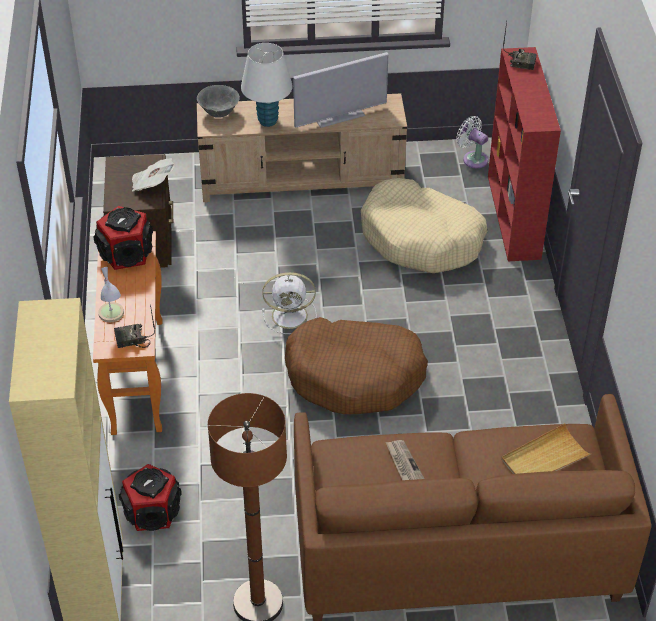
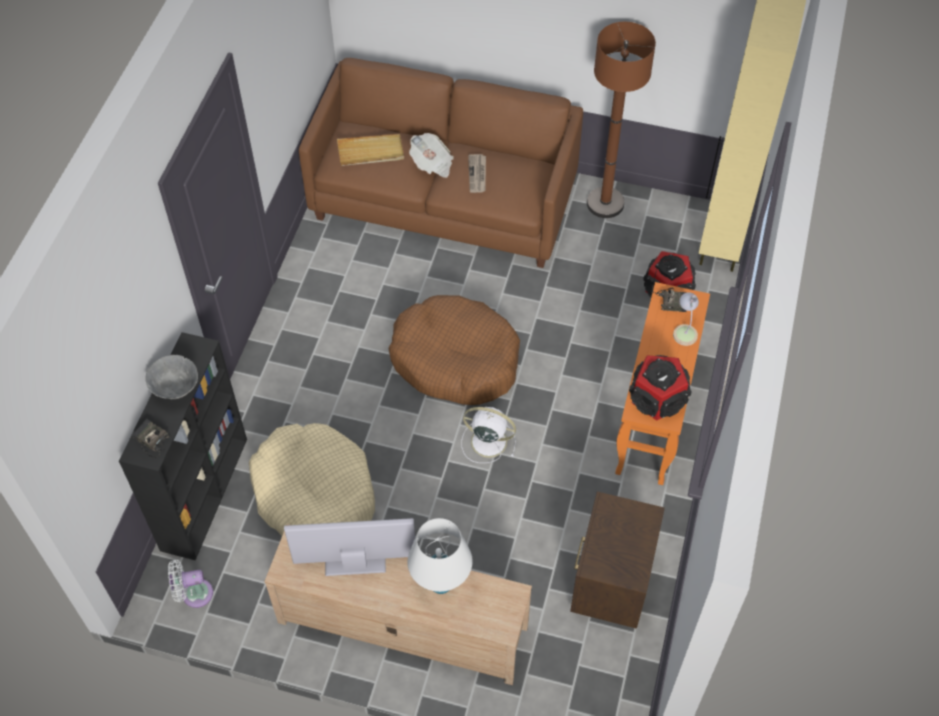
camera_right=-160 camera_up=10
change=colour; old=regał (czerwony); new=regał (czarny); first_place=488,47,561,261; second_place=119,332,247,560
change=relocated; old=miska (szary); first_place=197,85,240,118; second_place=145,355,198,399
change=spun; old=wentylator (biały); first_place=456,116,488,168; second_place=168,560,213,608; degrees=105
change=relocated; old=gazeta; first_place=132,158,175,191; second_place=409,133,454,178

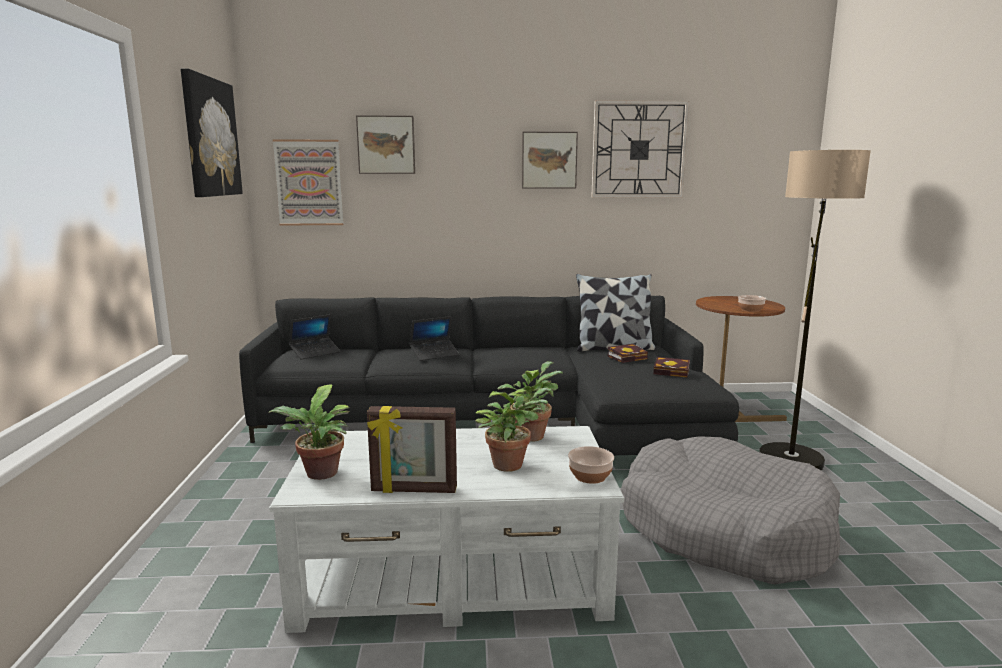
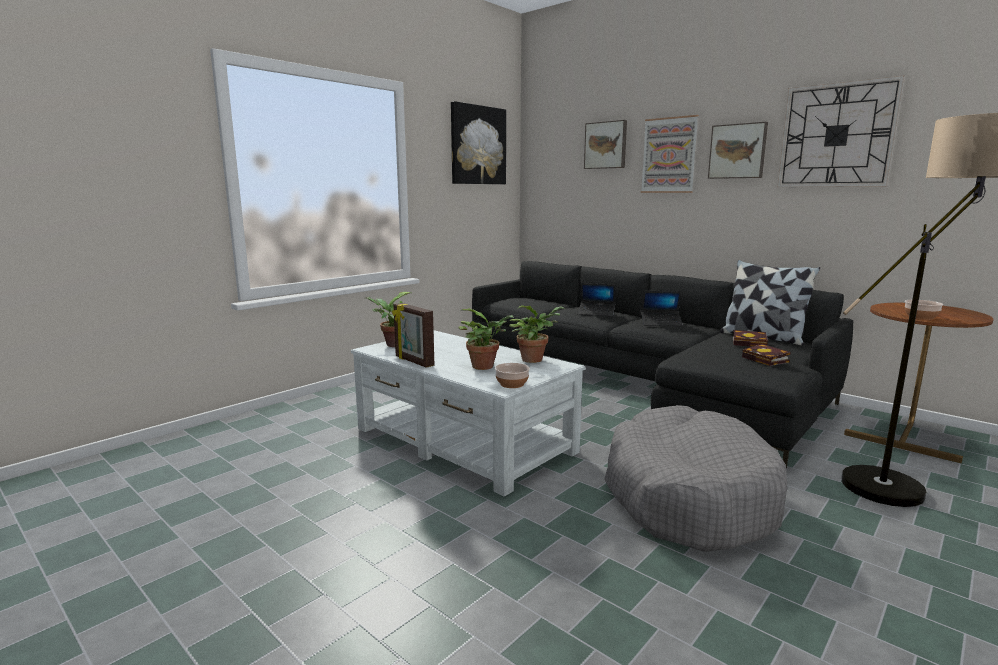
camera_right=45 camera_up=0
change=relocated; old=obraz; first_place=273,140,343,225; second_place=641,115,699,193
change=relocated; old=laptop; first_place=289,314,340,359; second_place=641,291,683,326

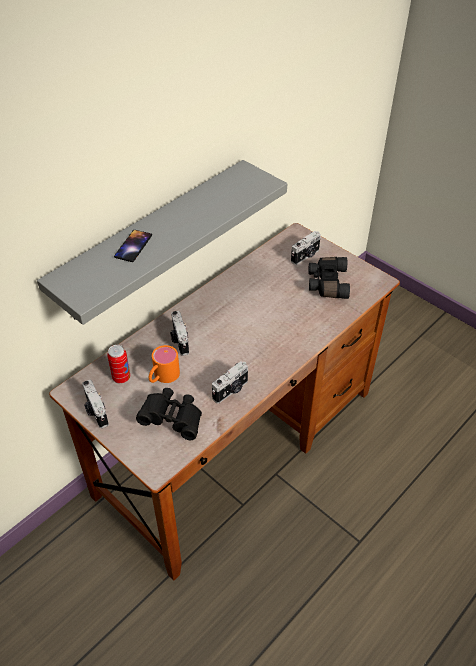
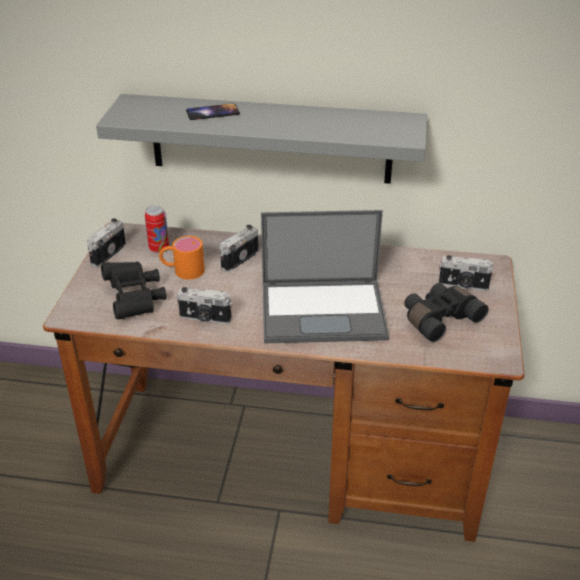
camera_right=55 camera_up=-10
change=appeared; new=laptop; second_place=261,210,389,343

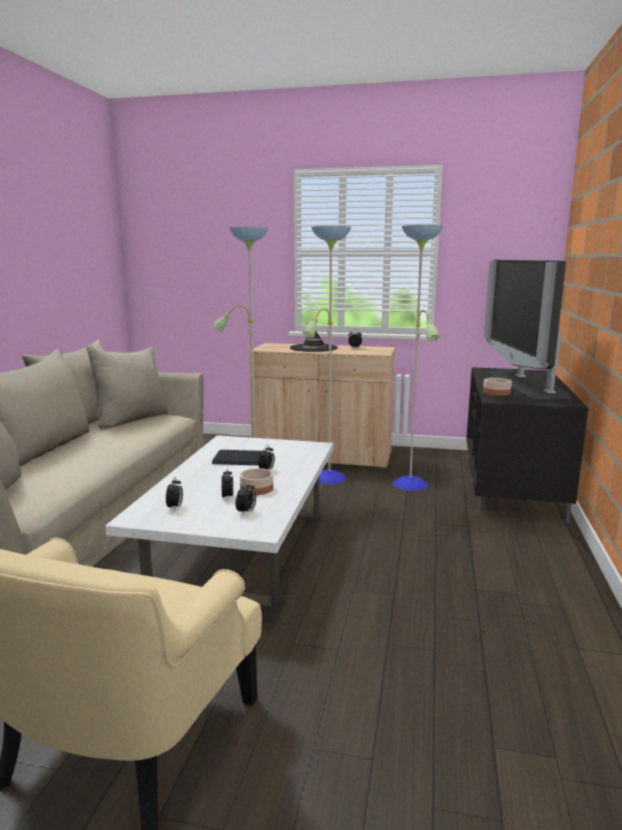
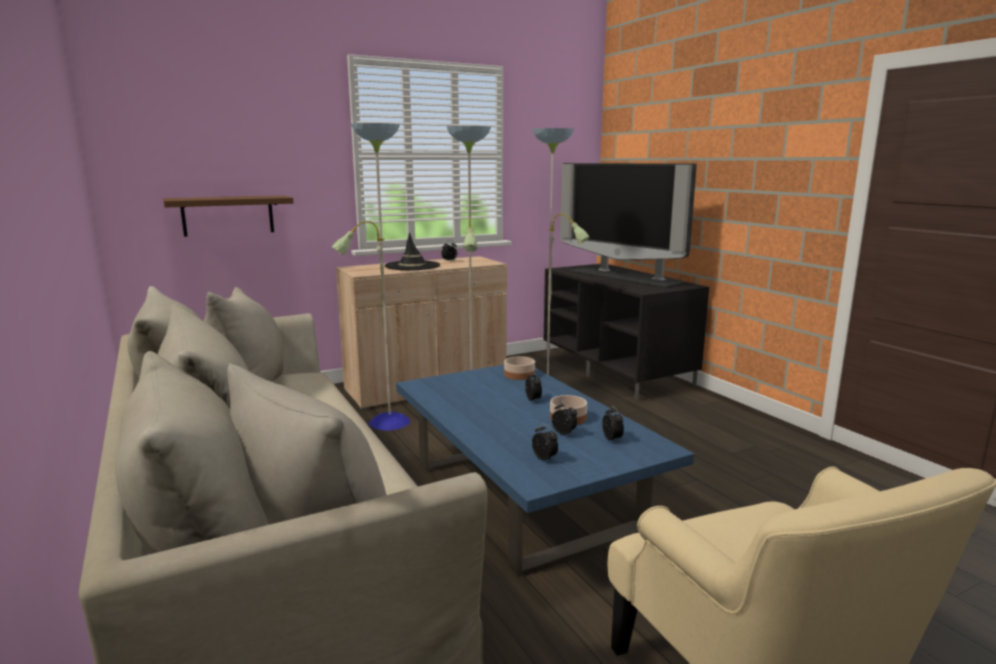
camera_right=-40 camera_up=0
change=appeared; new=półka (brązowy); second_place=163,195,294,237
change=colour; old=ława (biały); new=ława (niebieski); first_place=105,435,333,610; second_place=396,365,694,577
change=relocated; old=miska; first_place=483,378,512,396; second_place=504,356,535,380
change=missing; old=laptop; first_place=212,450,261,465

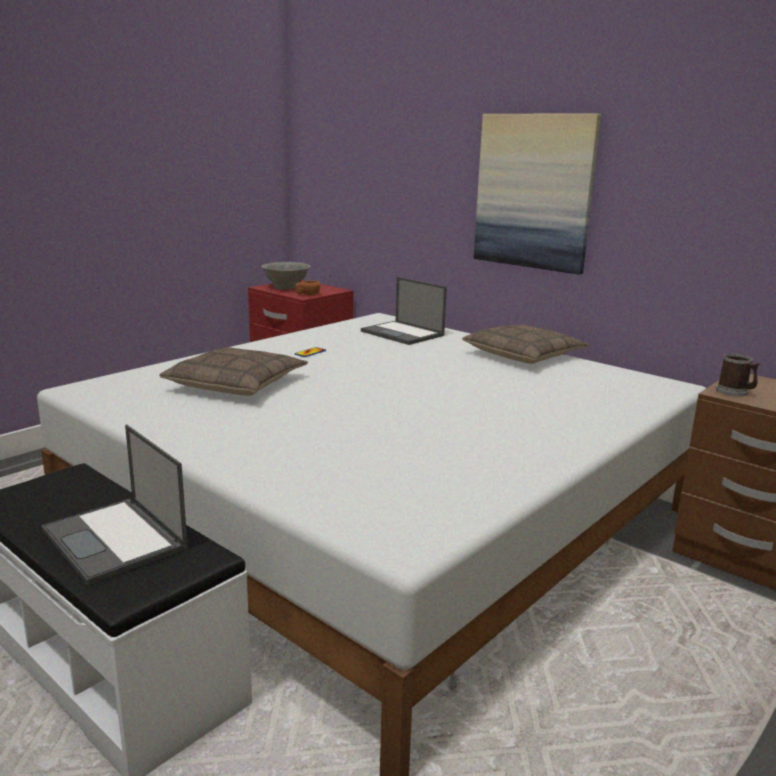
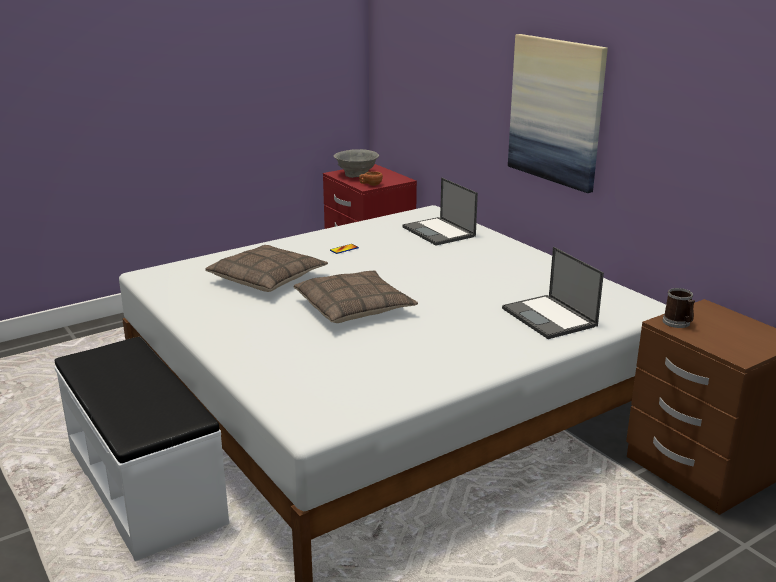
camera_right=15 camera_up=5
change=relocated; old=poduszka; first_place=462,324,590,364; second_place=294,270,418,323
change=relocated; old=laptop; first_place=41,424,188,586; second_place=502,247,604,339

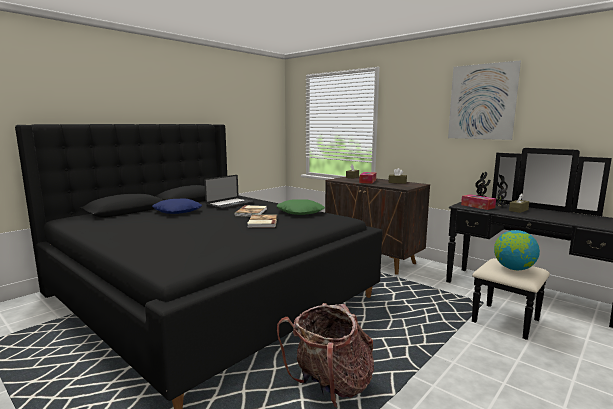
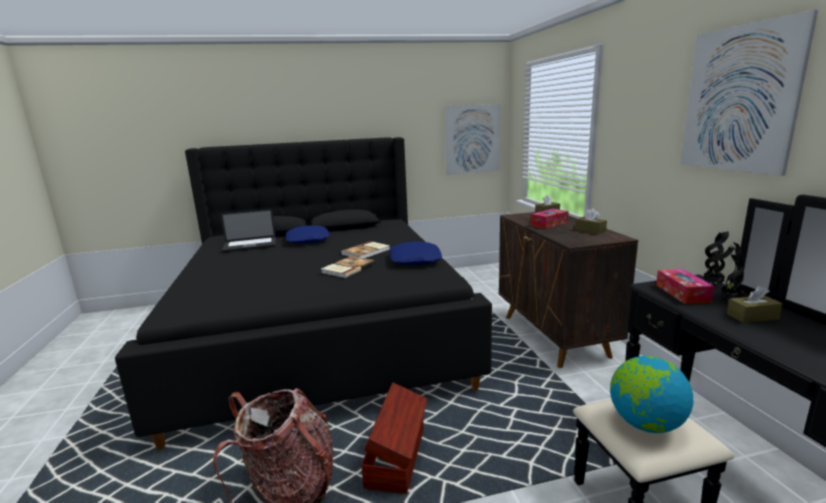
camera_right=35 camera_up=5
change=relocated; old=laptop; first_place=204,175,254,210; second_place=221,209,276,252
change=appeared; new=pojemnik do przechowywania (brązowy); second_place=361,383,428,494
change=colour; old=poduszka (zielony); new=poduszka (niebieski); first_place=277,199,325,215; second_place=390,242,442,265
change=appeared; new=obraz; second_place=445,104,500,175

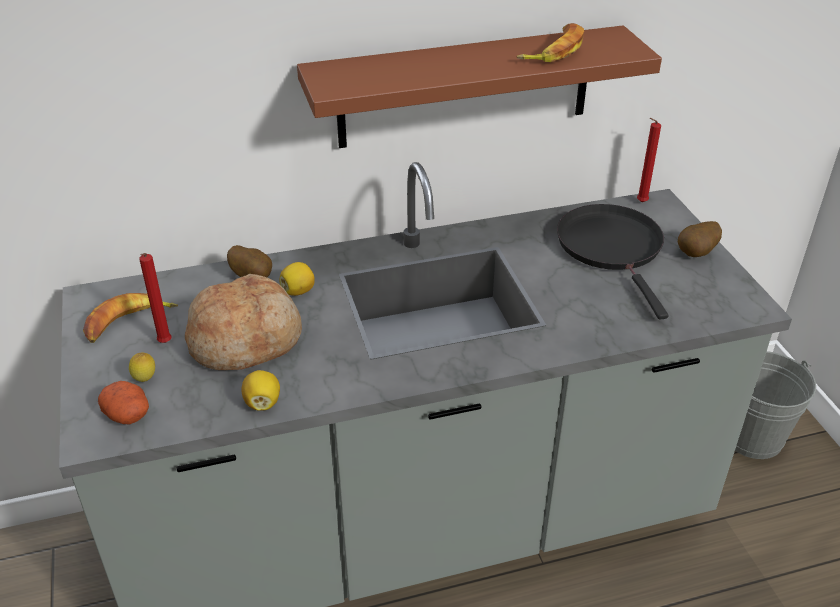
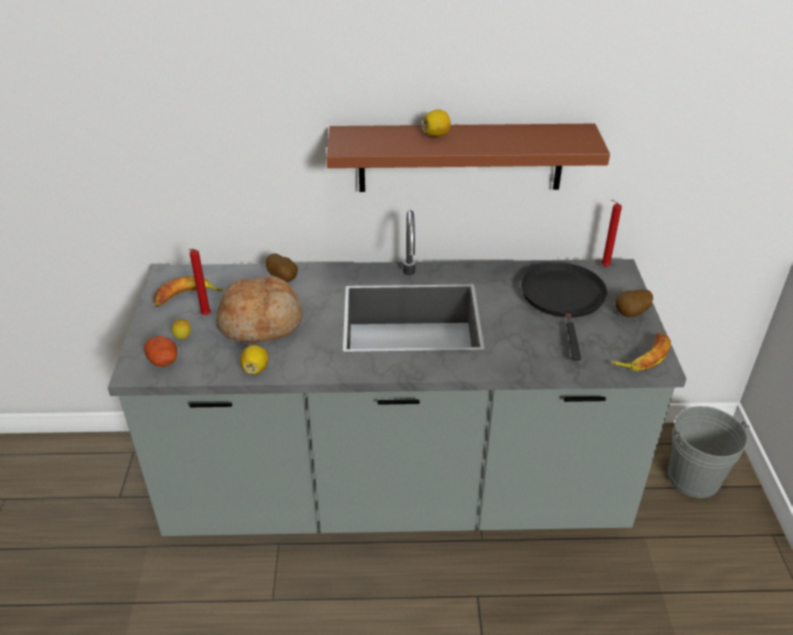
camera_right=15 camera_up=0
change=relocated; old=cytryna; first_place=279,262,315,296; second_place=423,109,451,137
change=relocated; old=banan; first_place=516,23,584,62; second_place=610,333,671,371

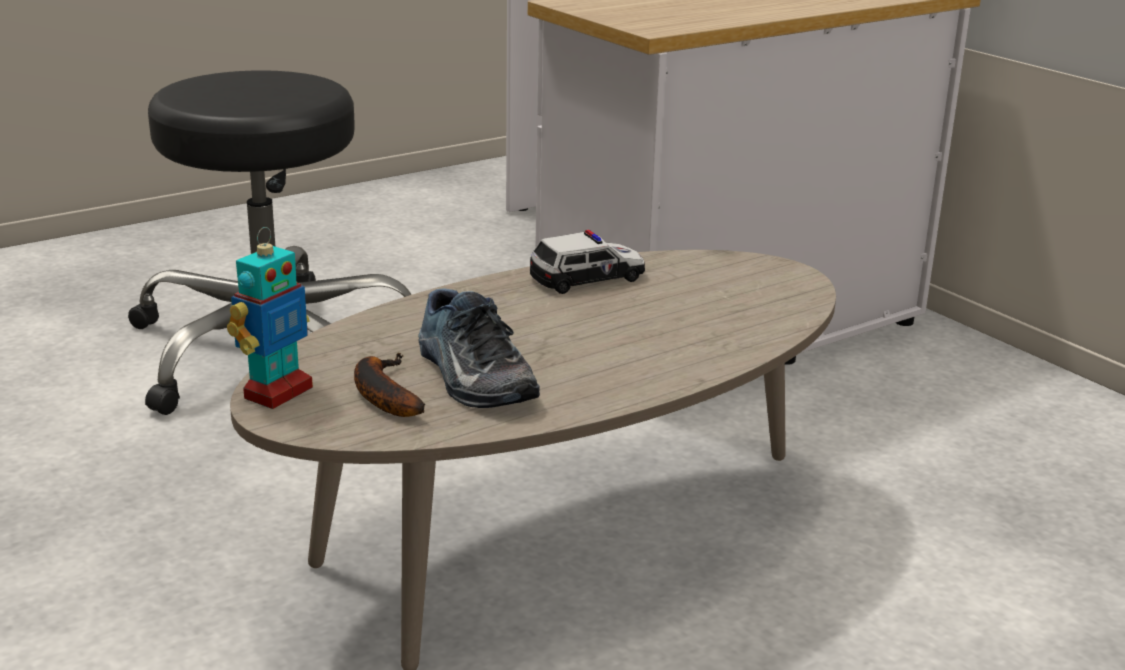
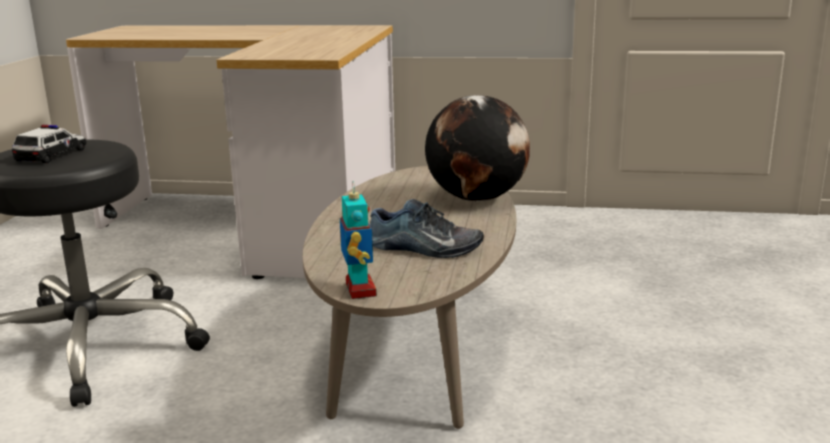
camera_right=-45 camera_up=-5
change=relocated; old=samochodzik; first_place=530,230,645,294; second_place=12,125,87,163
change=appeared; new=globus; second_place=425,95,530,202
change=missing; old=banan; first_place=354,353,425,417

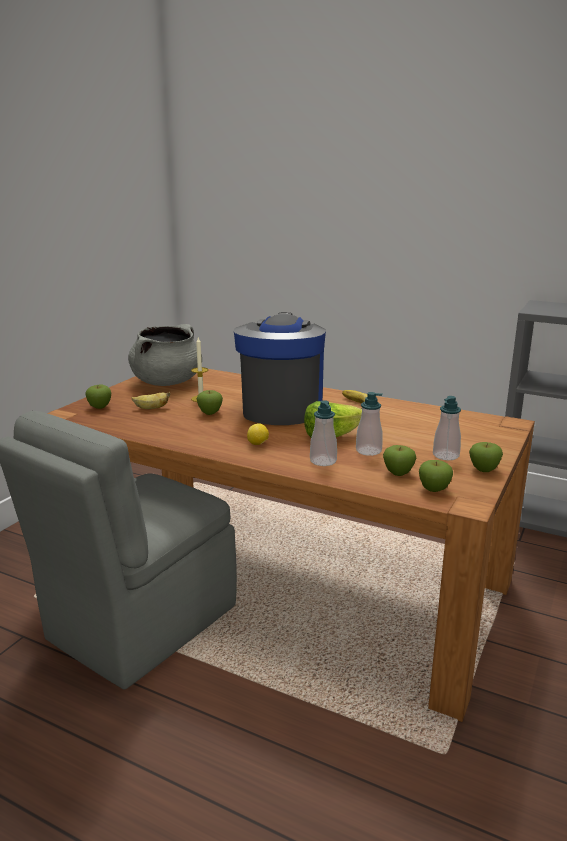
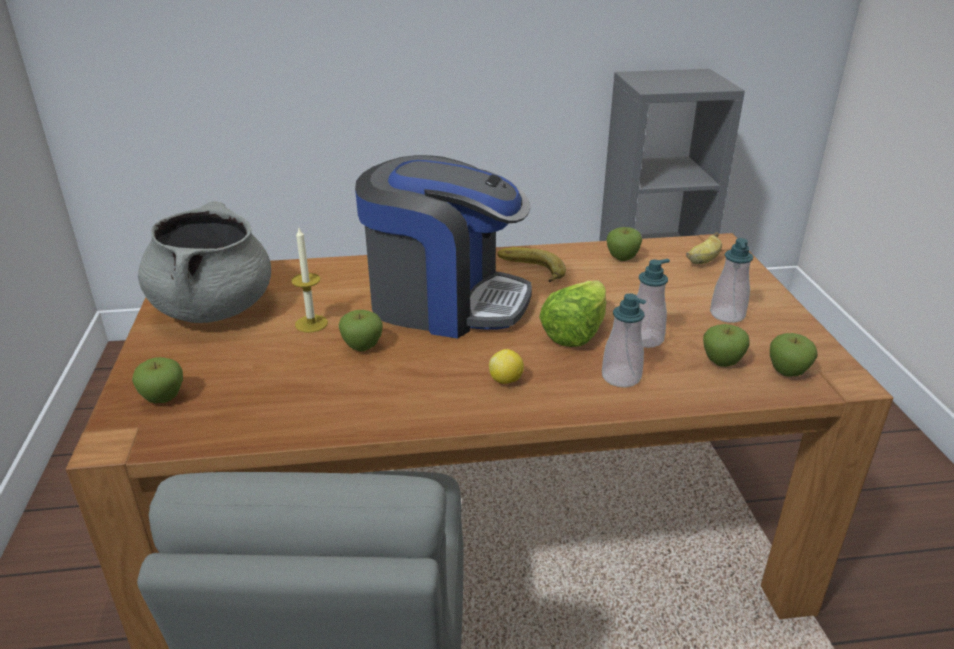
camera_right=-35 camera_up=10
change=spun; old=ekspres do kawy; first_place=234,312,326,425; second_place=355,155,532,339; degrees=135
change=relocated; old=jabłko; first_place=469,442,503,472; second_place=607,227,642,261
change=relocated; old=banan; first_place=132,392,170,409; second_place=686,232,722,264

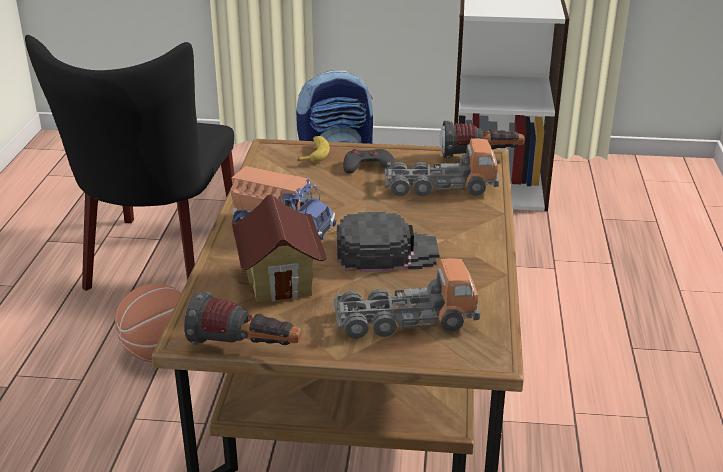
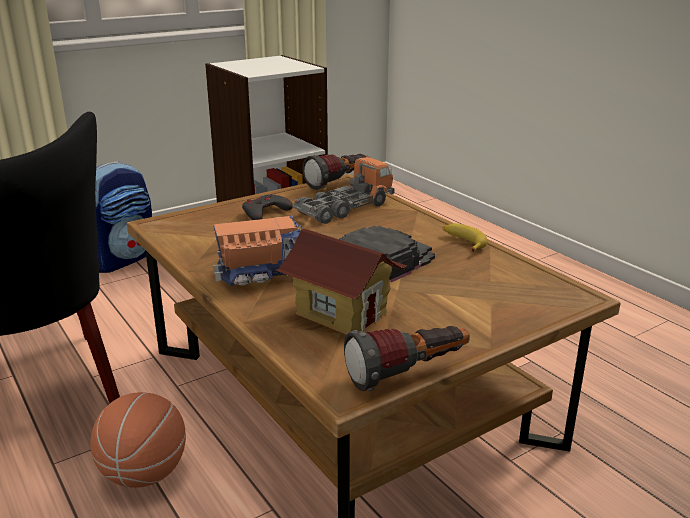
camera_right=-40 camera_up=-5
change=relocated; old=banan; first_place=298,136,330,162; second_place=443,223,487,252
change=missing; old=ciężarówka zabawkowa; first_place=334,258,480,339

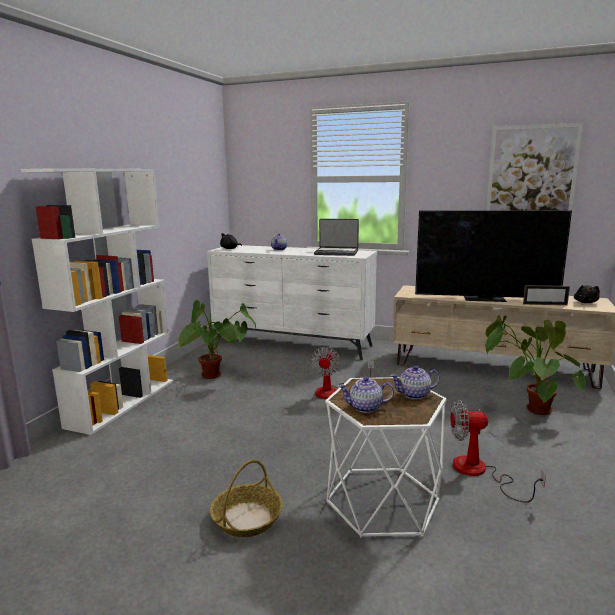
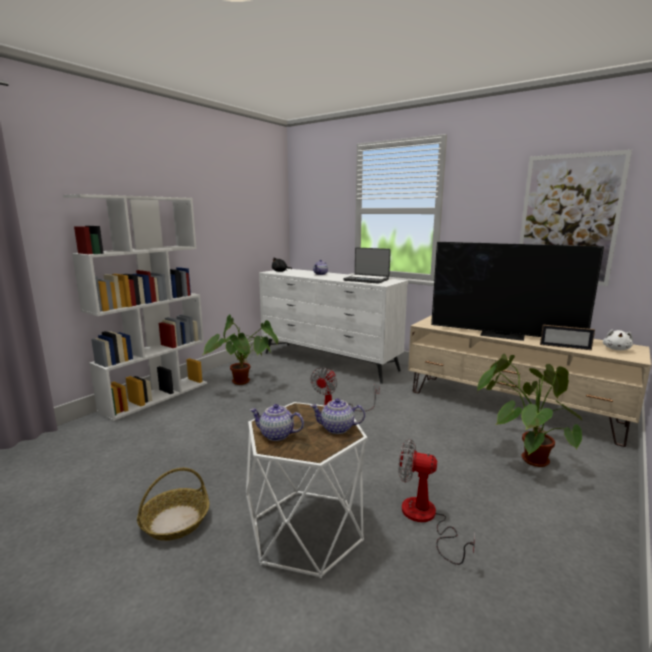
camera_right=15 camera_up=0
change=colour; old=pluszak (czarny); new=pluszak (biały); first_place=574,285,600,303; second_place=603,329,633,350

